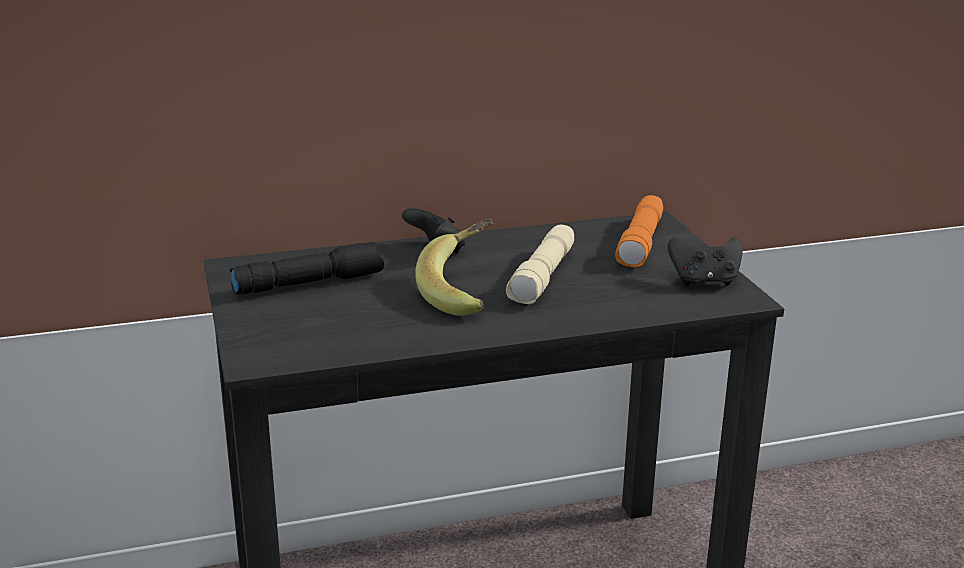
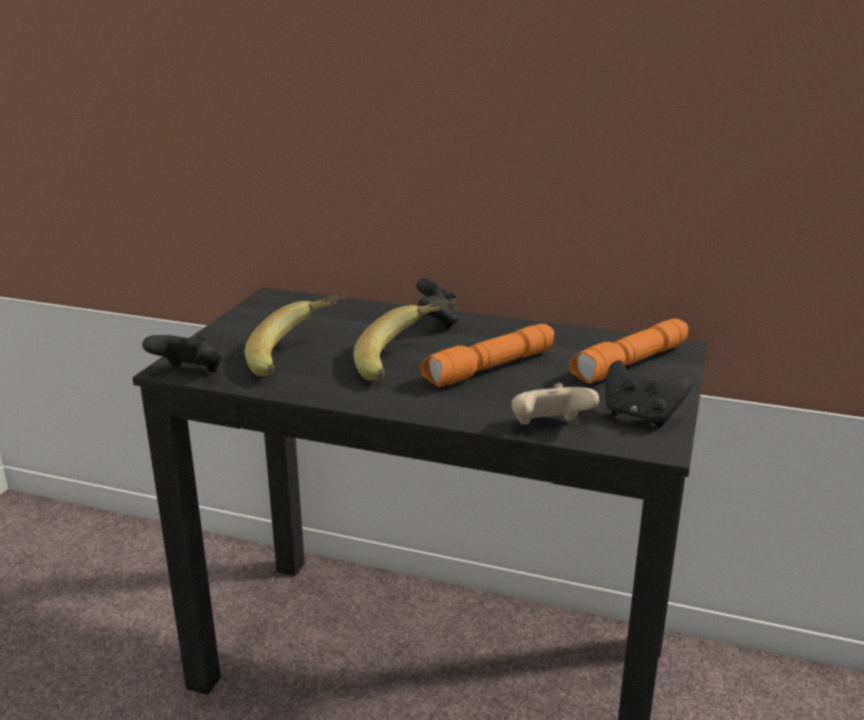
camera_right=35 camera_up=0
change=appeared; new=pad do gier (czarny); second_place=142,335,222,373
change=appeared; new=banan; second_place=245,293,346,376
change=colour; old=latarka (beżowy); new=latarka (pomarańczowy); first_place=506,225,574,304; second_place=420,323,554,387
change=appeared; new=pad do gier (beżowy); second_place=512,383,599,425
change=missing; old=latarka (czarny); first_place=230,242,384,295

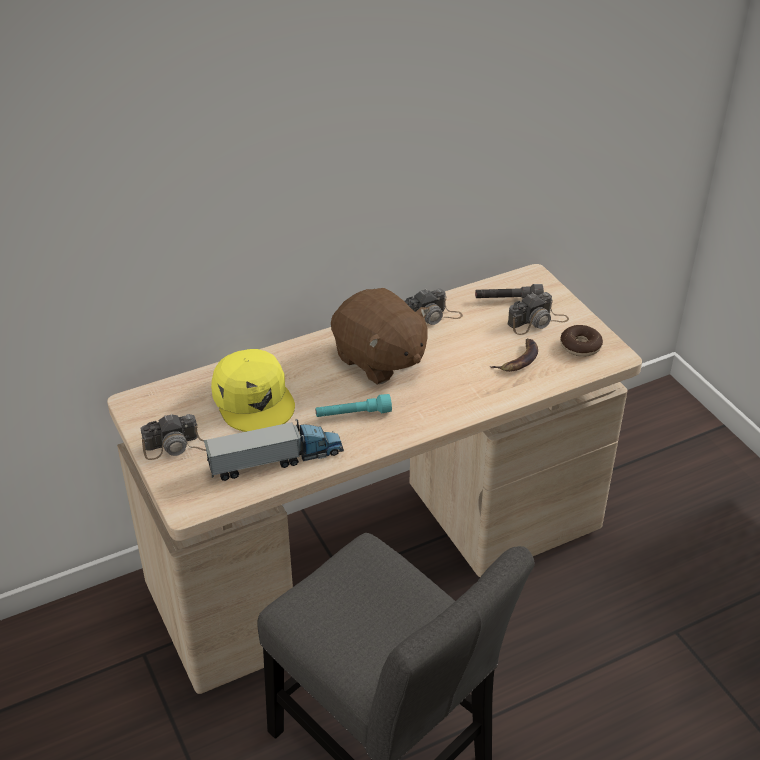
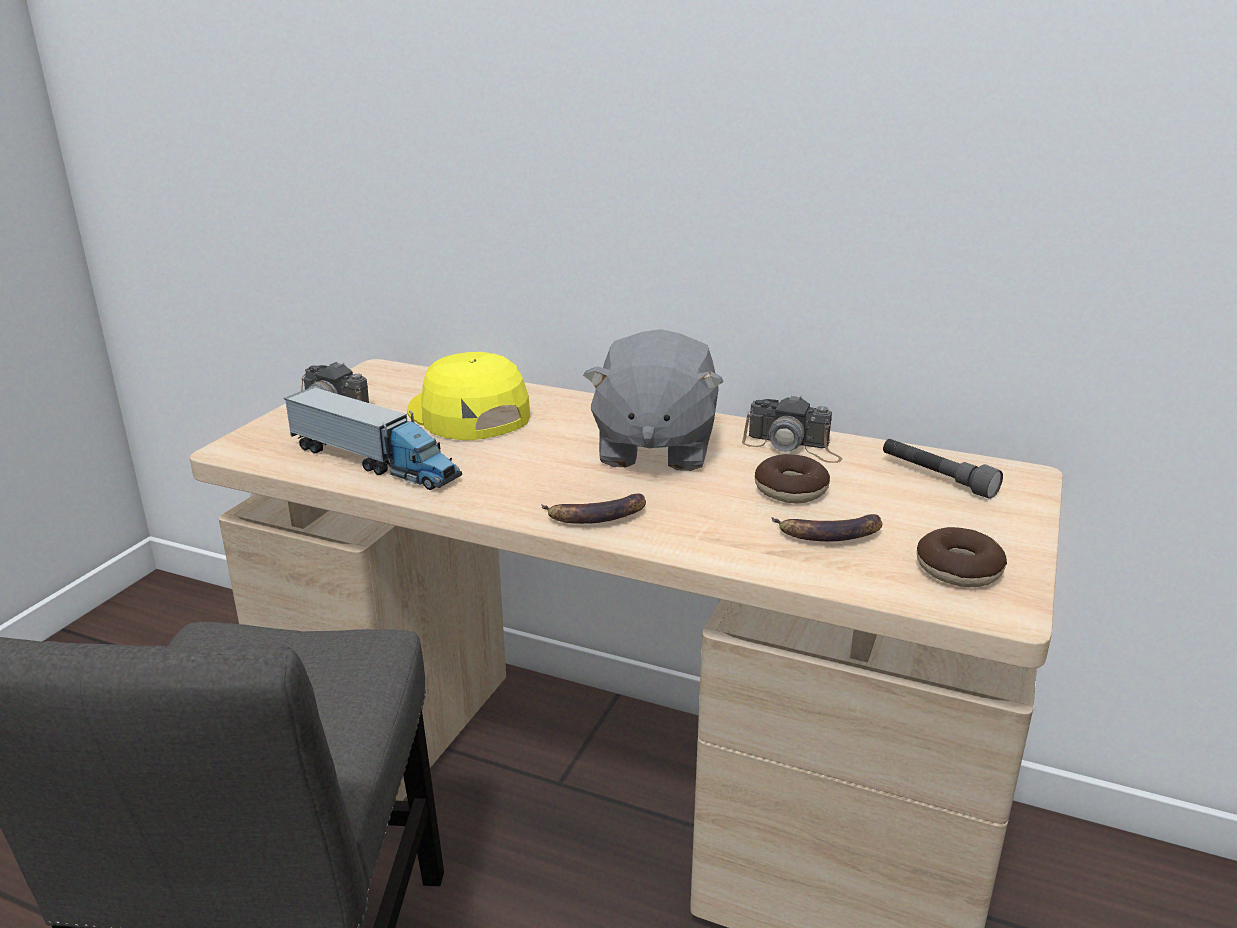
camera_right=50 camera_up=-15
change=spun; old=czapka z daszkiem (żółty); first_place=211,349,295,432; second_place=407,352,530,440; degrees=120
change=appeared; new=banan; second_place=541,493,646,524
change=colour; old=pluszak (brązowy); new=pluszak (szary); first_place=331,288,430,384; second_place=583,329,724,471
change=appeared; new=donut; second_place=755,454,830,503
change=missing; old=latarka (turkusowy); first_place=315,394,392,417
change=missing; old=aparat fotograficzny; first_place=508,292,569,335

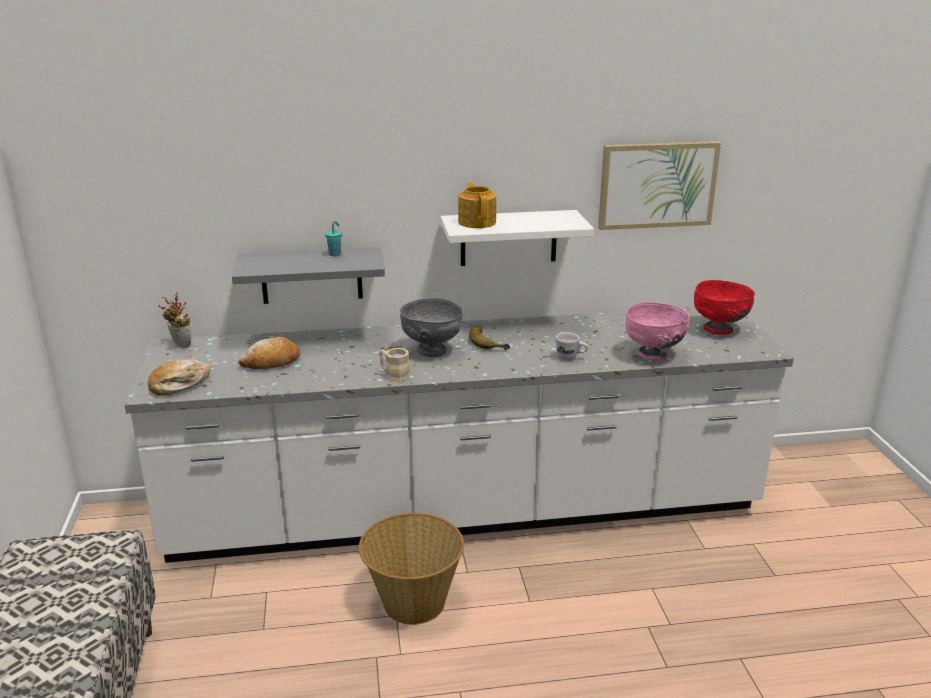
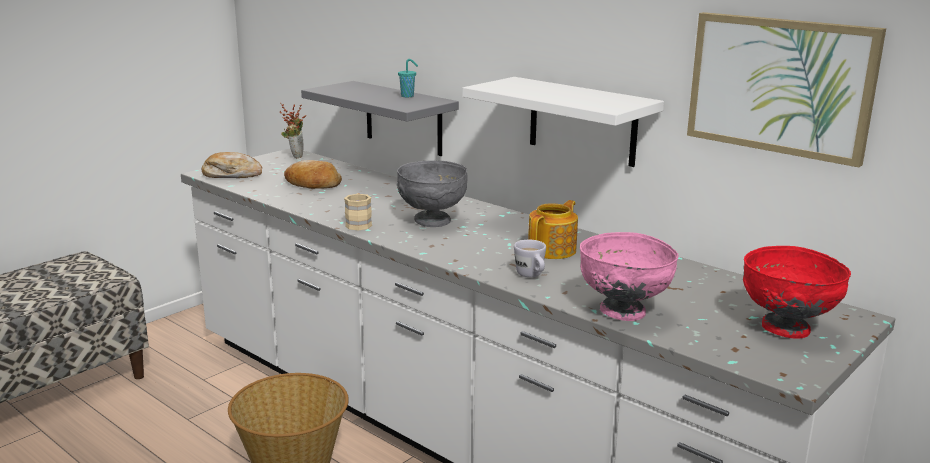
camera_right=50 camera_up=-5
change=relocated; old=imbryk; first_place=458,183,496,228; second_place=528,200,578,259
change=missing; old=banan; first_place=469,326,510,350

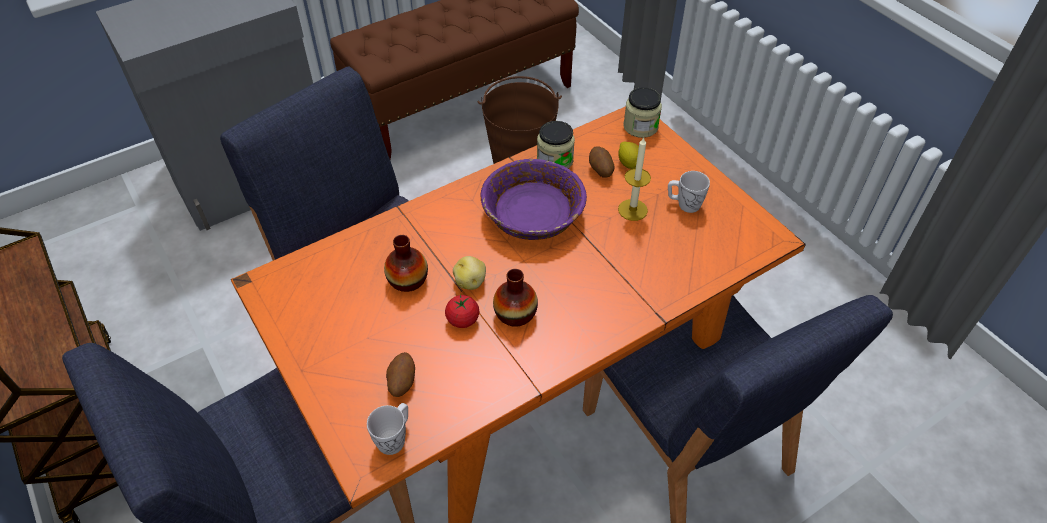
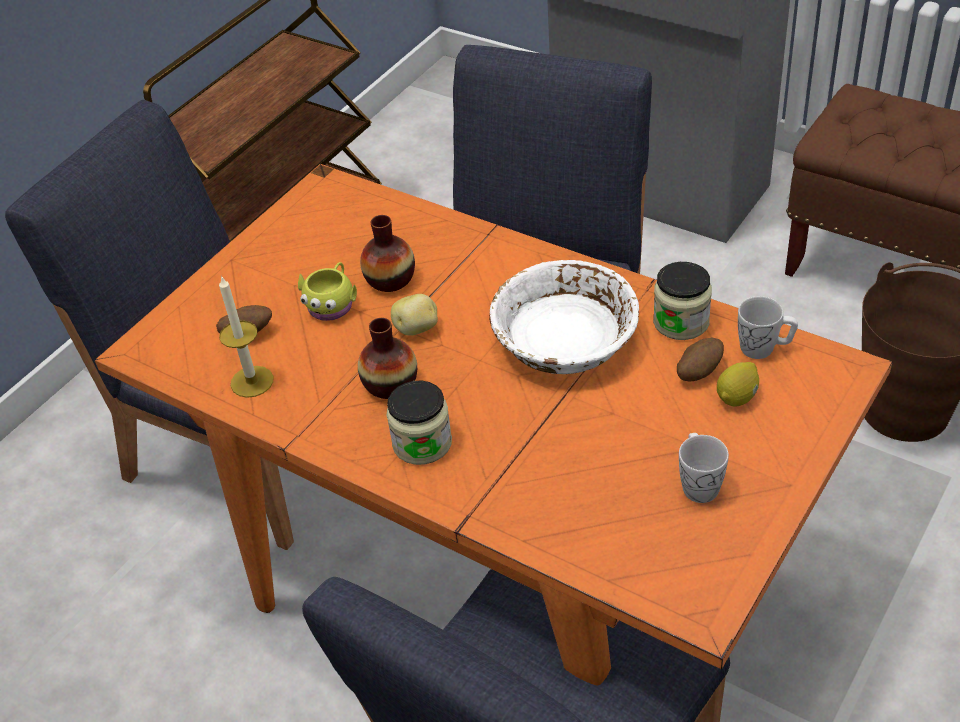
camera_right=70 camera_up=-5
change=relocated; old=świeca; first_place=618,137,651,221; second_place=219,275,274,398
change=appeared; new=kubek (żółty); second_place=298,262,357,321
change=relocated; old=słoik; first_place=623,87,662,138; second_place=386,381,452,465
change=colour; old=miska (fioletowy); new=miska (biały); first_place=481,159,587,240; second_place=489,260,639,374
change=relocated; old=kubek (biały); first_place=367,403,408,455; second_place=738,296,798,359
change=missing; old=pomidor; first_place=445,294,479,328

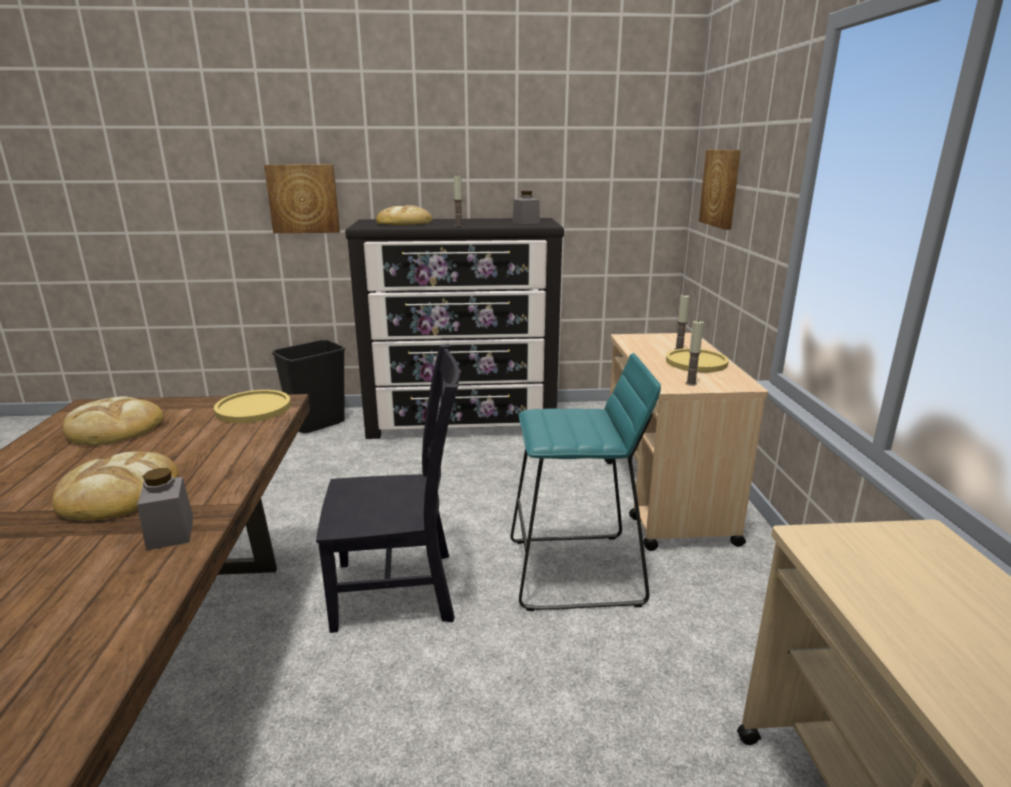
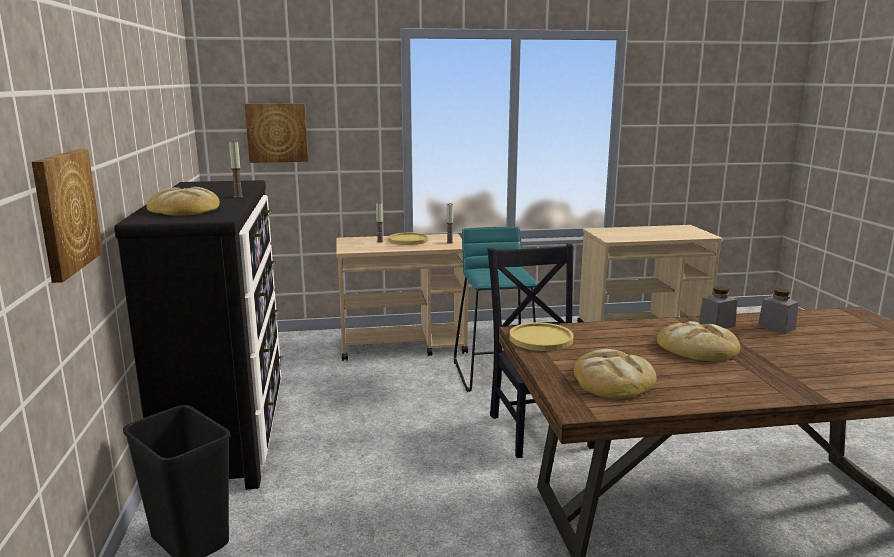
camera_right=-95 camera_up=-5
change=relocated; old=słoik (szary); first_place=513,191,540,224; second_place=758,289,799,334

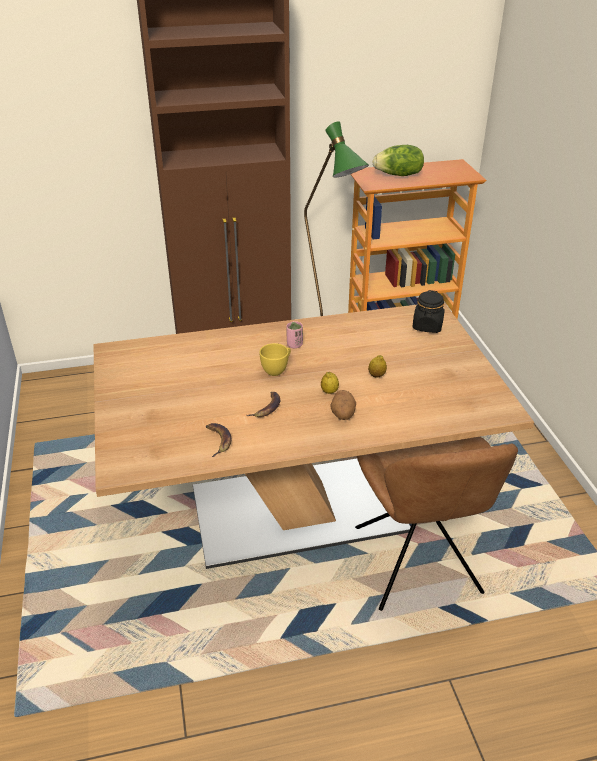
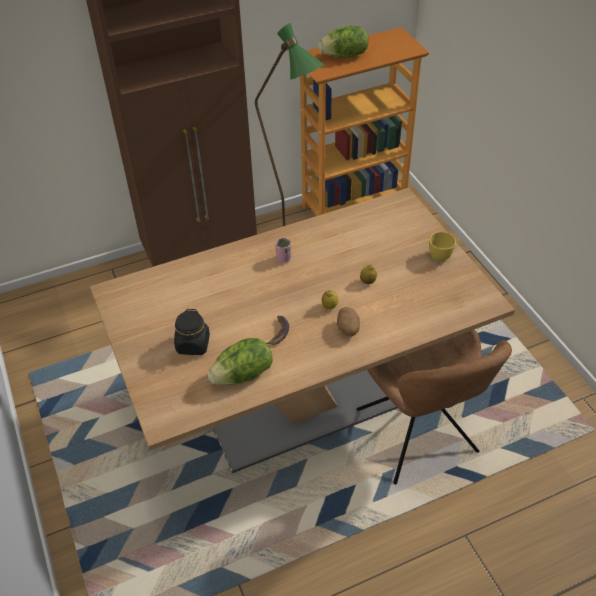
camera_right=-10 camera_up=10
change=relocated; old=słoik (czarny); first_place=412,290,445,333; second_place=174,309,210,355
change=exchanged; old=banan; new=sałata; first_place=206,423,232,457; second_place=207,338,273,385
change=relocated; old=filiżanka (żółty); first_place=259,343,291,376; second_place=429,232,456,262

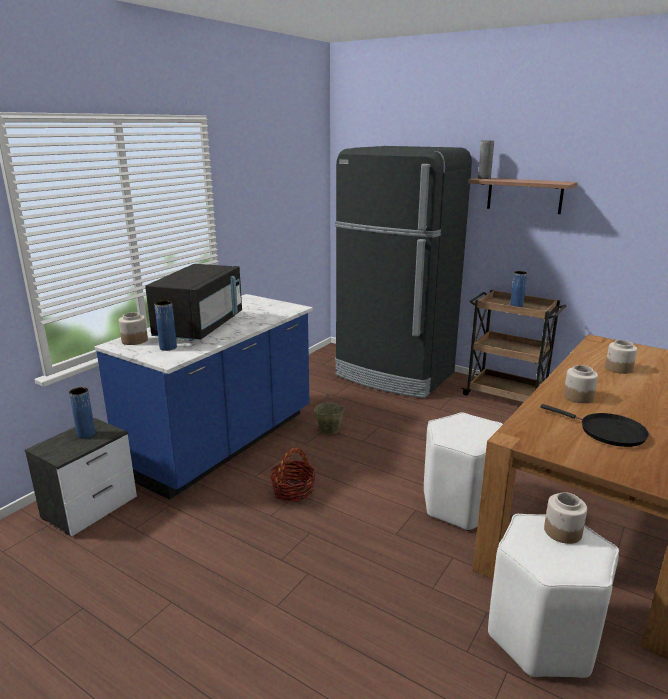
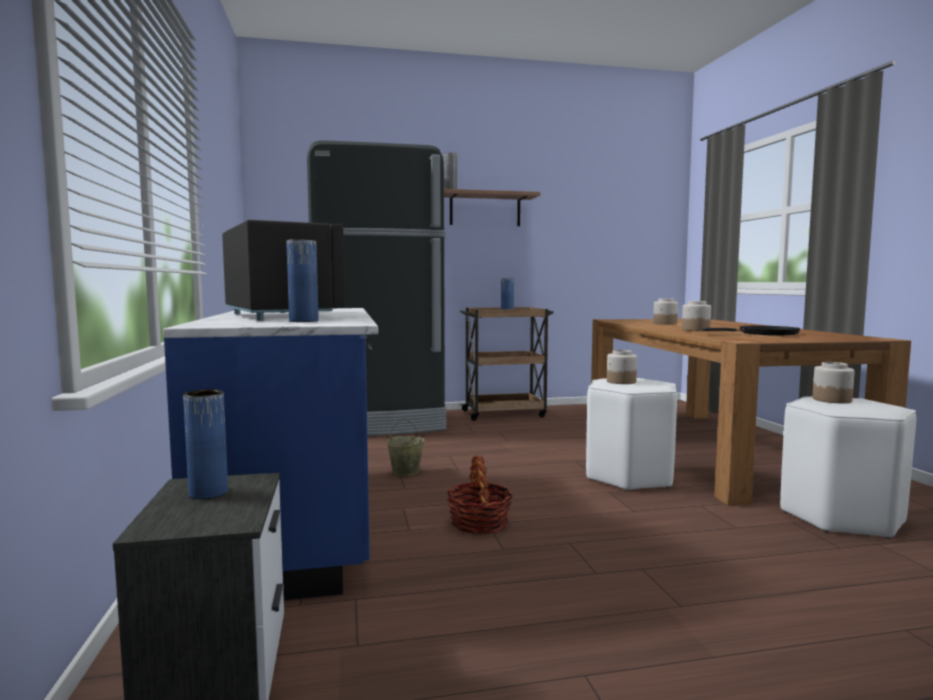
camera_right=-45 camera_up=-15
change=relocated; old=słoik; first_place=119,312,148,345; second_place=607,350,637,384

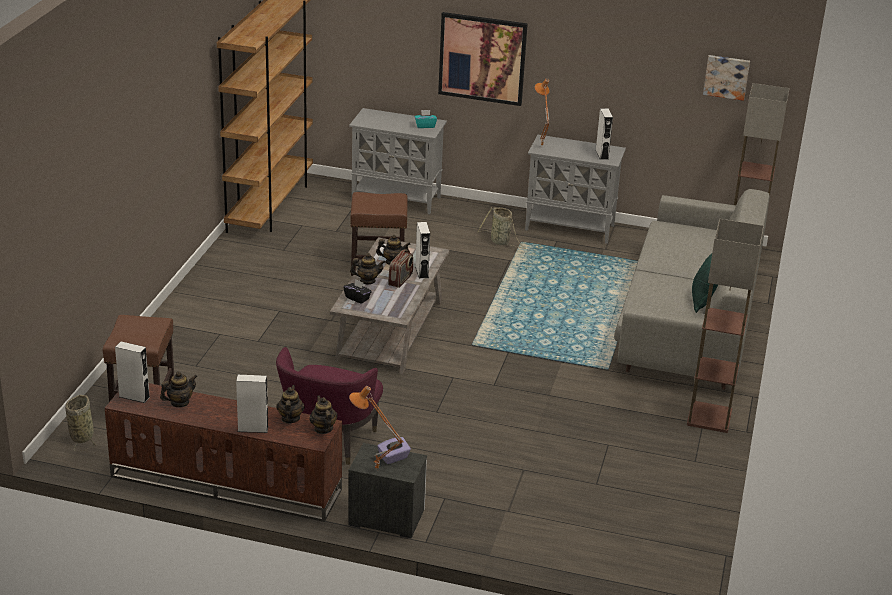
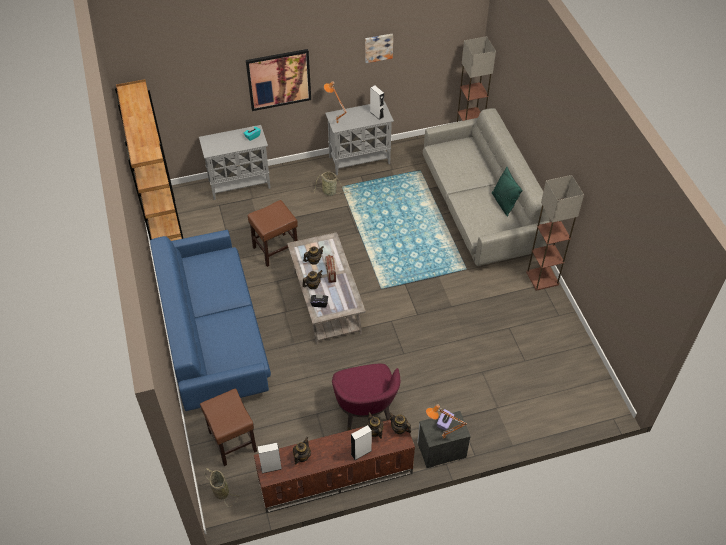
camera_right=-30 camera_up=20
change=appeared; new=kanapa (niebieski); second_place=150,230,271,411
change=relocated; old=obraz; first_place=703,55,750,101; second_place=365,34,393,63
change=missing; old=głośnik (biały); first_place=415,222,430,279

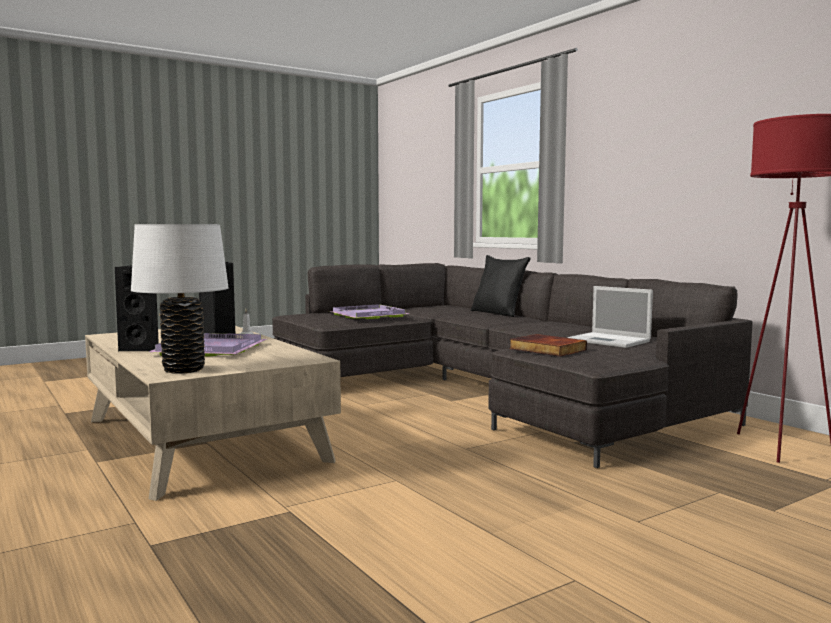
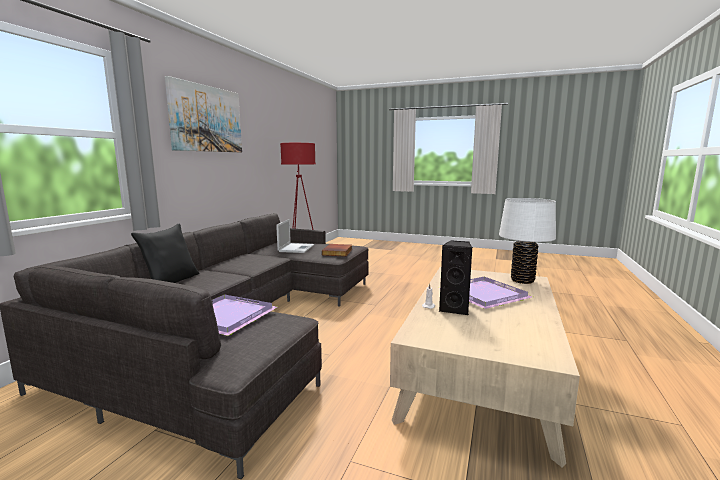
camera_right=-125 camera_up=5
change=appeared; new=obraz; second_place=165,76,242,152
change=missing; old=głośnik (czarny); first_place=115,265,159,352

